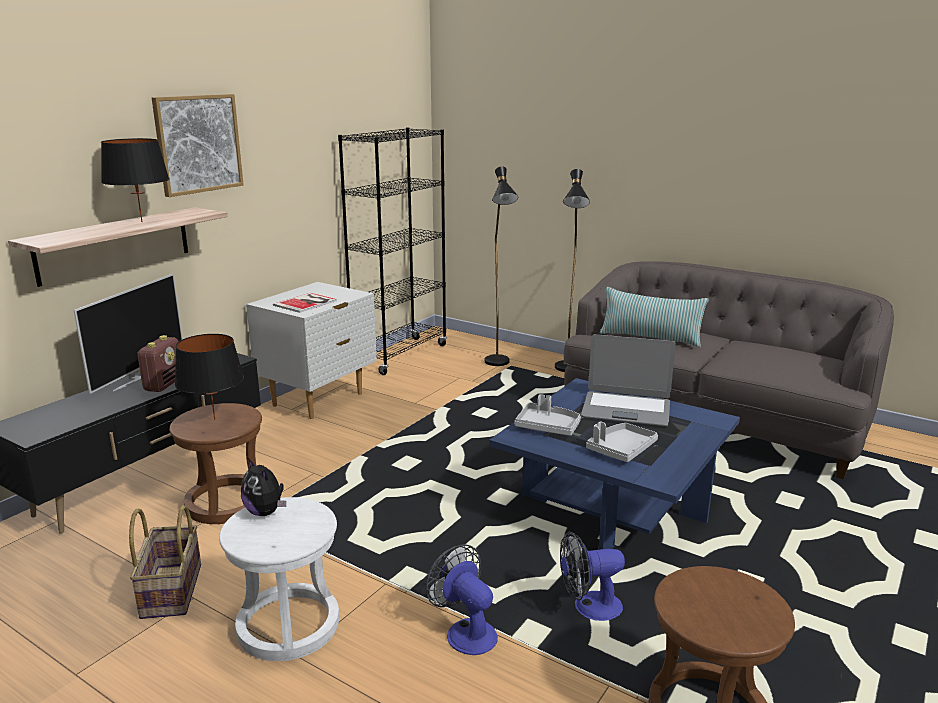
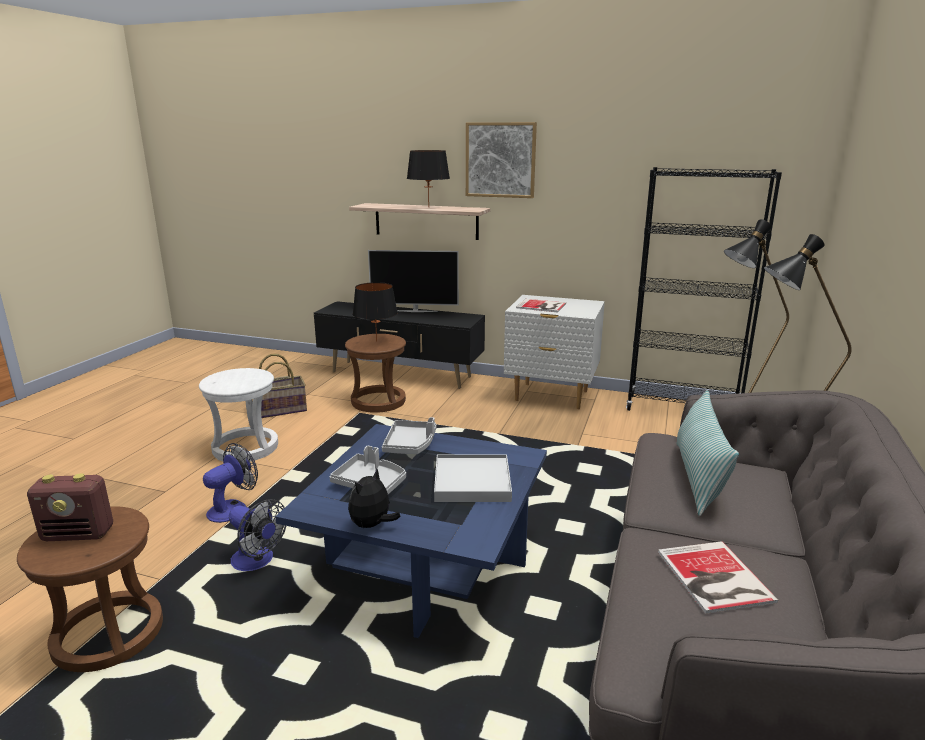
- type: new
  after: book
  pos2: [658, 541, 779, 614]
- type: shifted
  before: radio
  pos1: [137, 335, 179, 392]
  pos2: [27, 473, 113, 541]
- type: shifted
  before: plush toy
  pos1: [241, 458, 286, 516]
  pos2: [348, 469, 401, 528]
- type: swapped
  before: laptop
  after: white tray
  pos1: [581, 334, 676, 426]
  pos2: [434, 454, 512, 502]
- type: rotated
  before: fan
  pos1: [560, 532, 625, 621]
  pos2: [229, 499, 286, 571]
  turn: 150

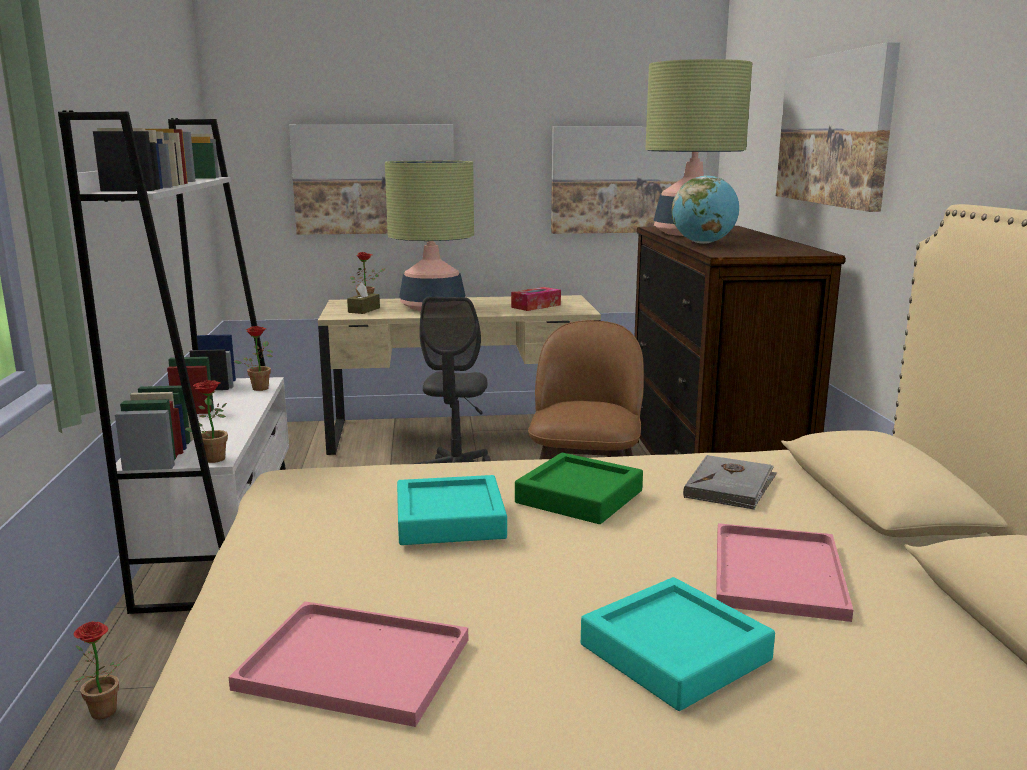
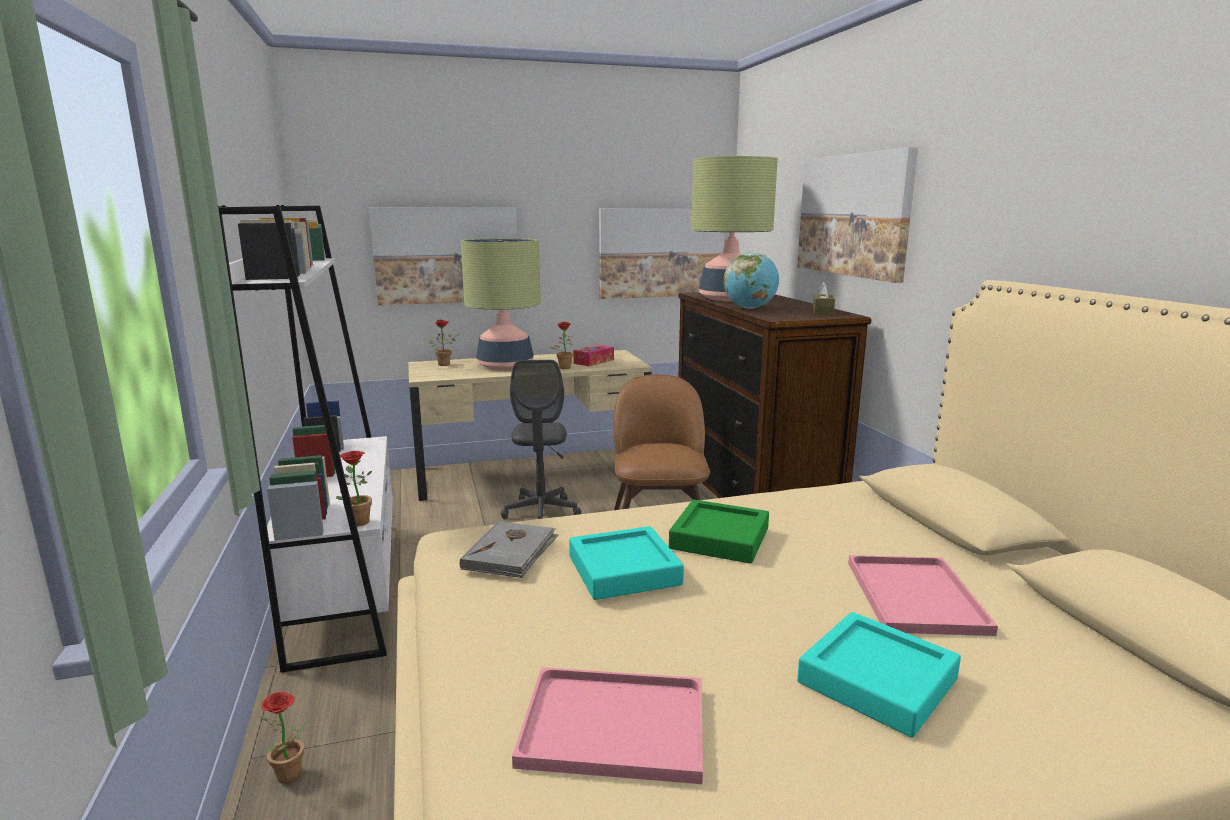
- type: shifted
  before: potted plant
  pos1: [233, 326, 273, 391]
  pos2: [551, 322, 574, 369]
- type: shifted
  before: brown tissue box
  pos1: [347, 282, 380, 314]
  pos2: [813, 282, 835, 315]
- type: shifted
  before: grey book
  pos1: [683, 455, 777, 510]
  pos2: [460, 521, 559, 578]

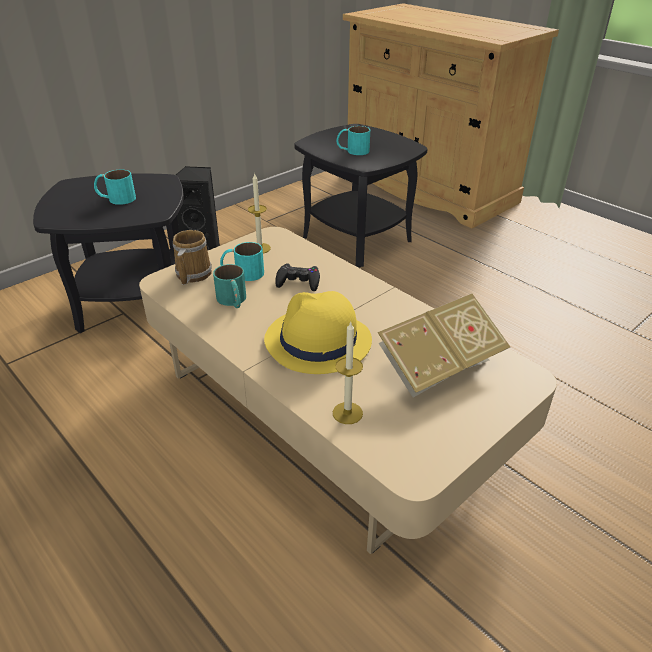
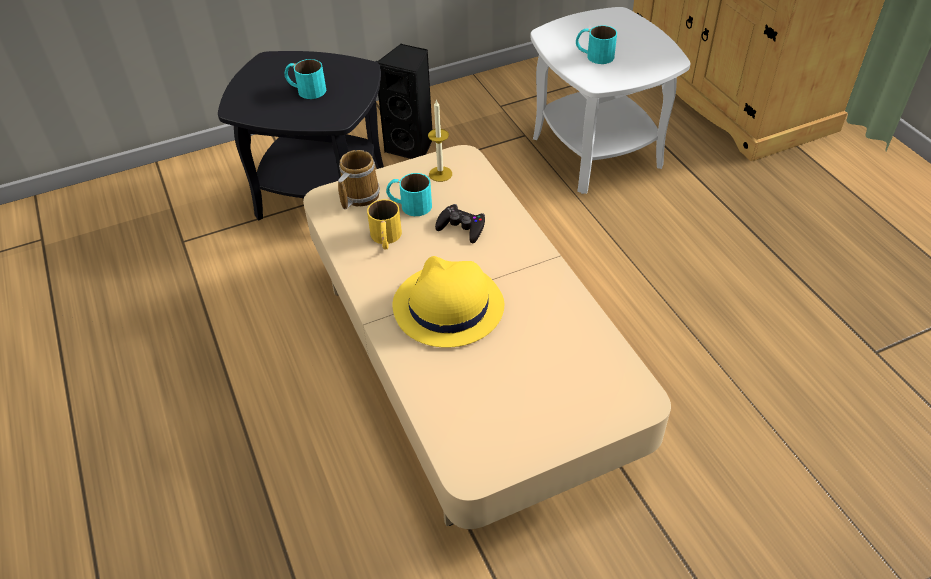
- type: gone
  before: candle
  pos1: [333, 322, 363, 424]
- type: gone
  before: book
  pos1: [378, 294, 510, 398]
- type: repainted
  before: turquoise mug
  after: yellow mug
  pos1: [213, 264, 246, 308]
  pos2: [367, 199, 402, 250]
- type: repainted
  before: black side table
  after: white side table
  pos1: [294, 124, 427, 268]
  pos2: [530, 7, 690, 194]

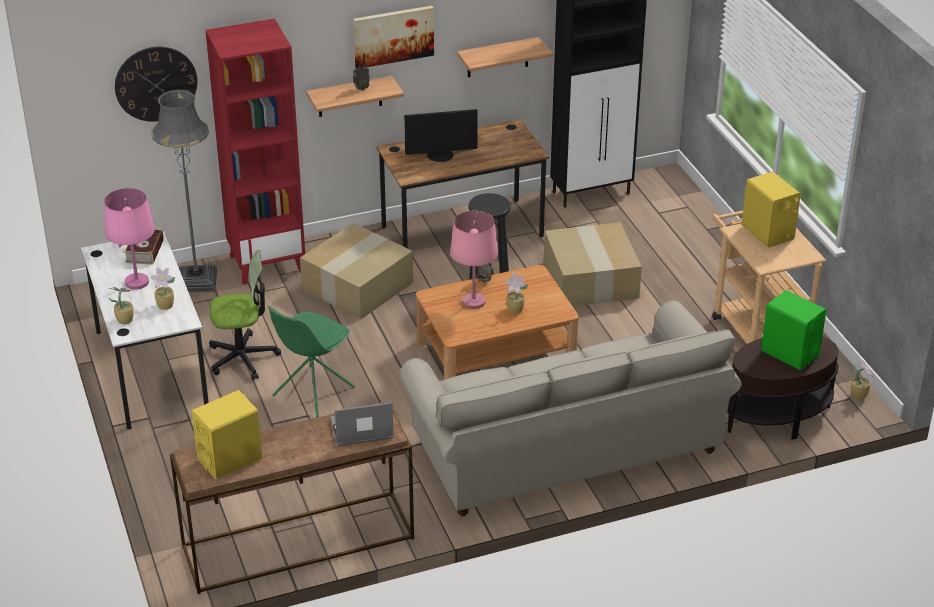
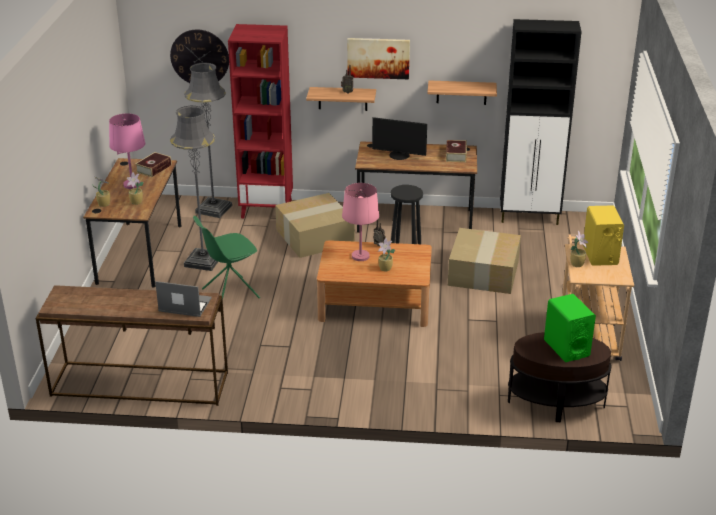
- type: gone
  before: yellow speaker
  pos1: [191, 390, 262, 480]
- type: gone
  before: beige sofa
  pos1: [399, 300, 741, 516]
- type: new
  after: book
  pos2: [446, 140, 467, 162]
- type: shifted
  before: potted plant
  pos1: [851, 358, 873, 400]
  pos2: [570, 231, 588, 267]
- type: swapped
  before: office chair
  after: grey floor lamp
  pos1: [209, 250, 281, 380]
  pos2: [170, 106, 218, 271]
- type: repainted
  before: white desk
  after: brown desk
  pos1: [81, 231, 209, 429]
  pos2: [83, 158, 182, 288]

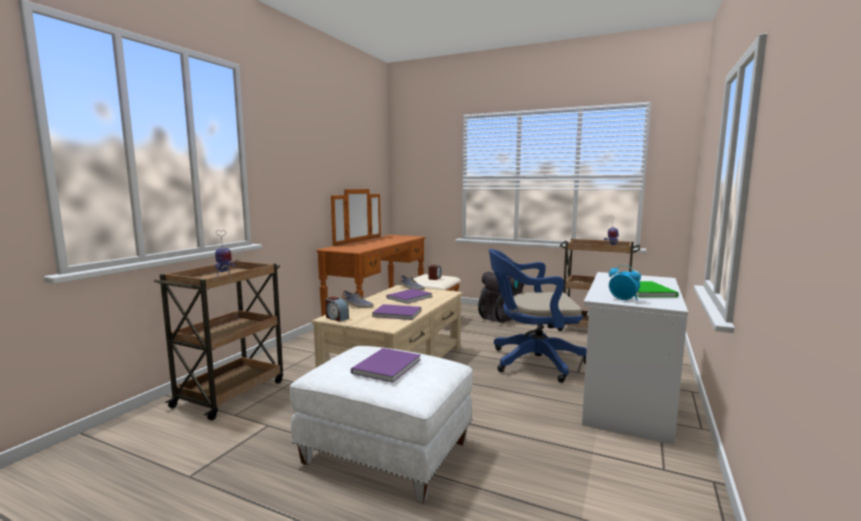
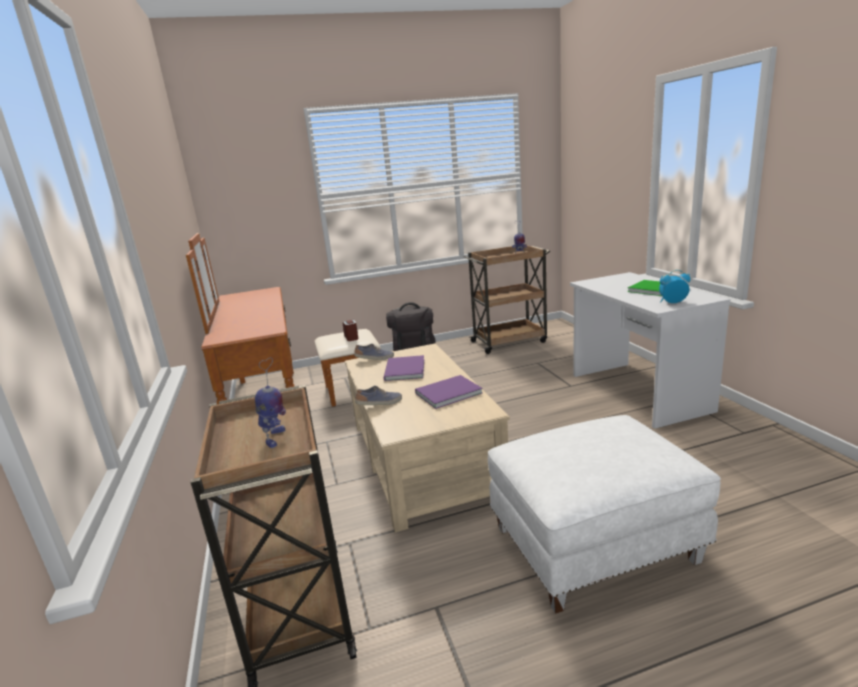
- type: gone
  before: alarm clock
  pos1: [325, 297, 349, 322]
- type: gone
  before: purple book
  pos1: [351, 348, 421, 383]
- type: gone
  before: blue office chair
  pos1: [489, 249, 587, 383]

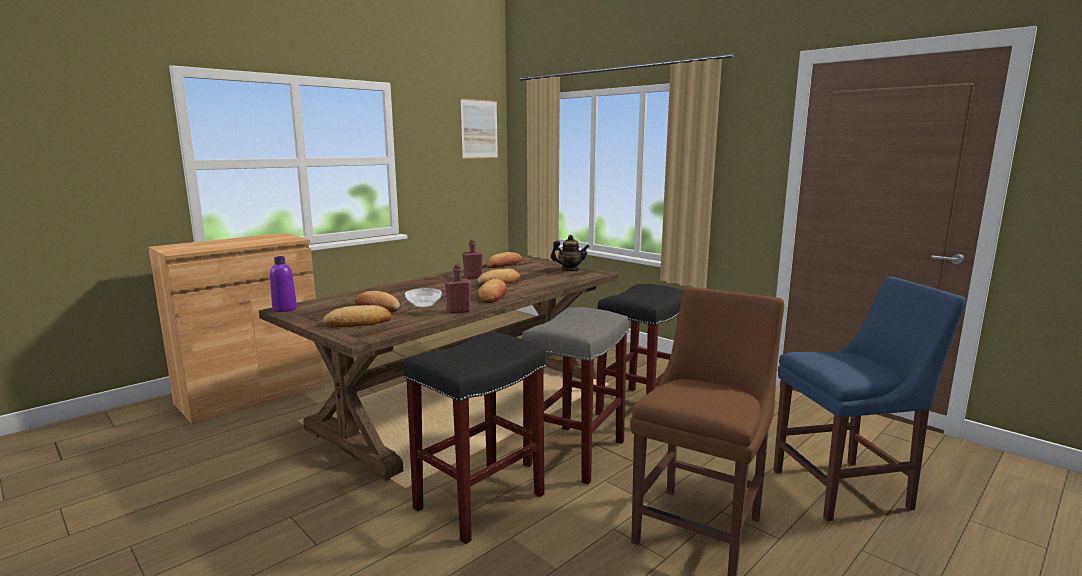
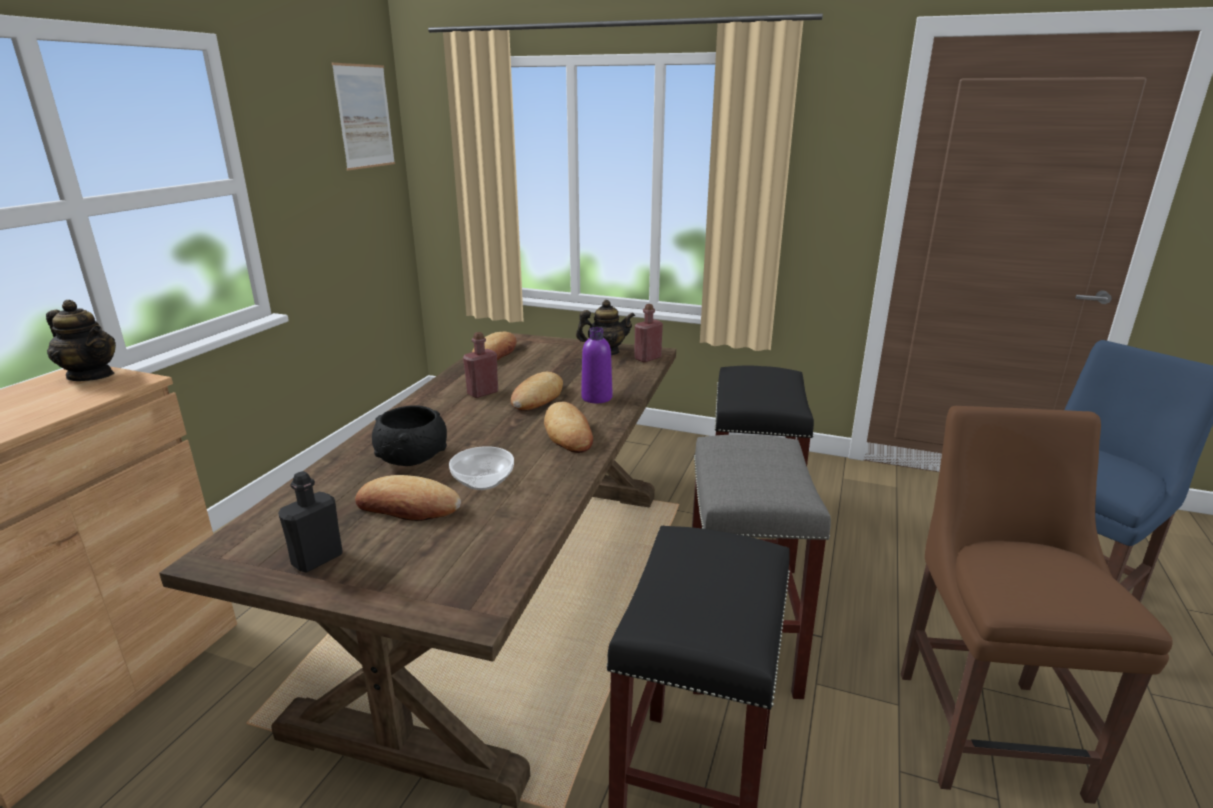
- type: gone
  before: bread
  pos1: [324, 305, 391, 327]
- type: new
  after: teapot
  pos2: [46, 300, 116, 381]
- type: new
  after: black bottle
  pos2: [278, 471, 343, 573]
- type: new
  after: black bowl
  pos2: [372, 405, 447, 466]
- type: shifted
  before: purple bottle
  pos1: [270, 256, 297, 312]
  pos2: [581, 327, 612, 403]
- type: shifted
  before: red bottle
  pos1: [445, 264, 471, 314]
  pos2: [634, 304, 663, 362]

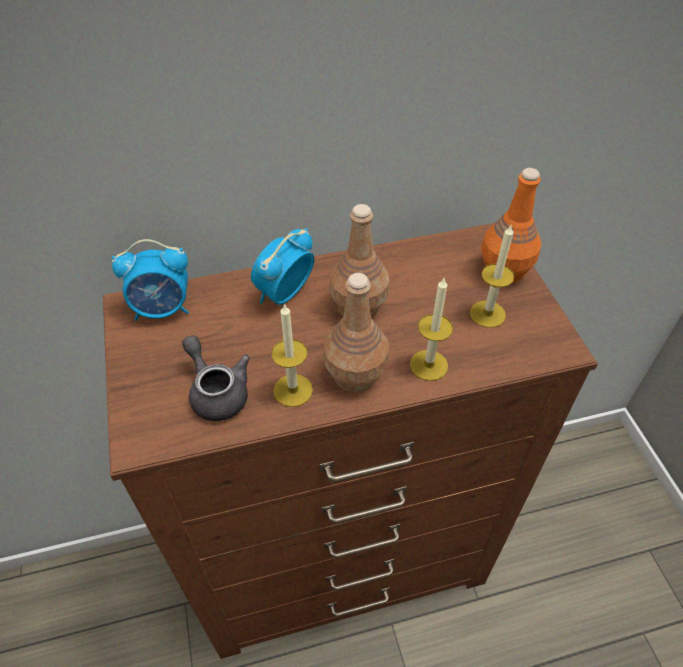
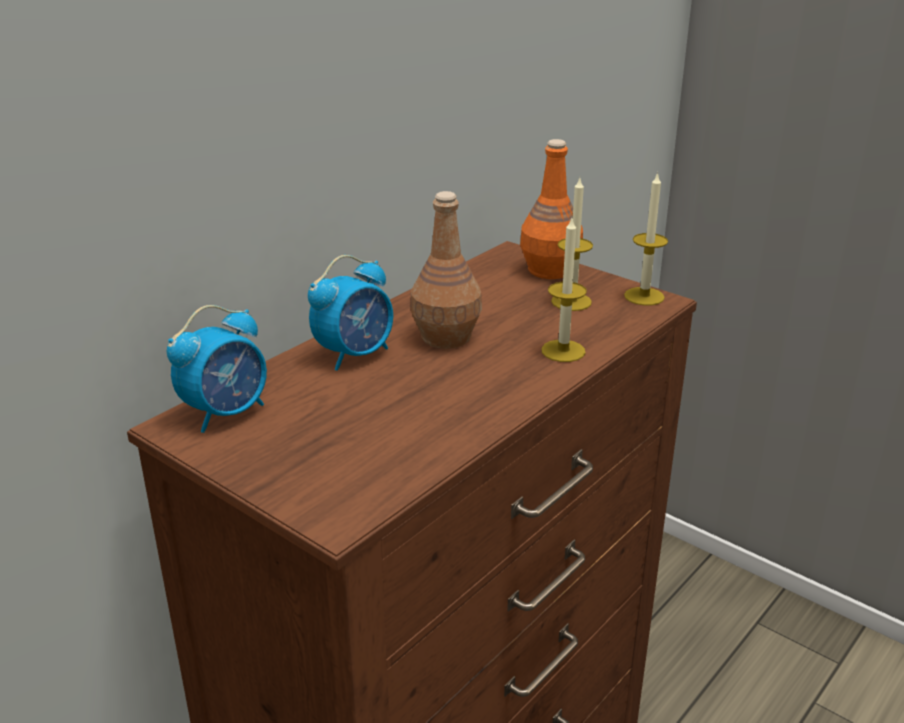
- type: gone
  before: grey teapot
  pos1: [182, 335, 250, 421]
- type: gone
  before: brown bottle
  pos1: [323, 273, 389, 392]
- type: shifted
  before: candle
  pos1: [271, 303, 313, 407]
  pos2: [624, 172, 668, 306]
- type: rotated
  before: alarm clock
  pos1: [251, 228, 314, 305]
  pos2: [308, 255, 393, 371]
  turn: -135

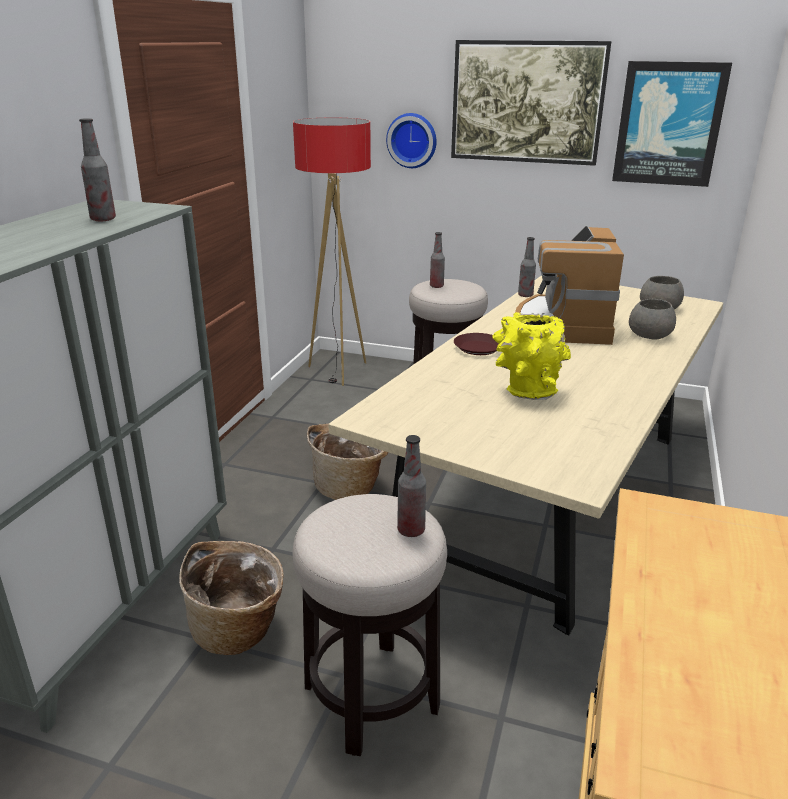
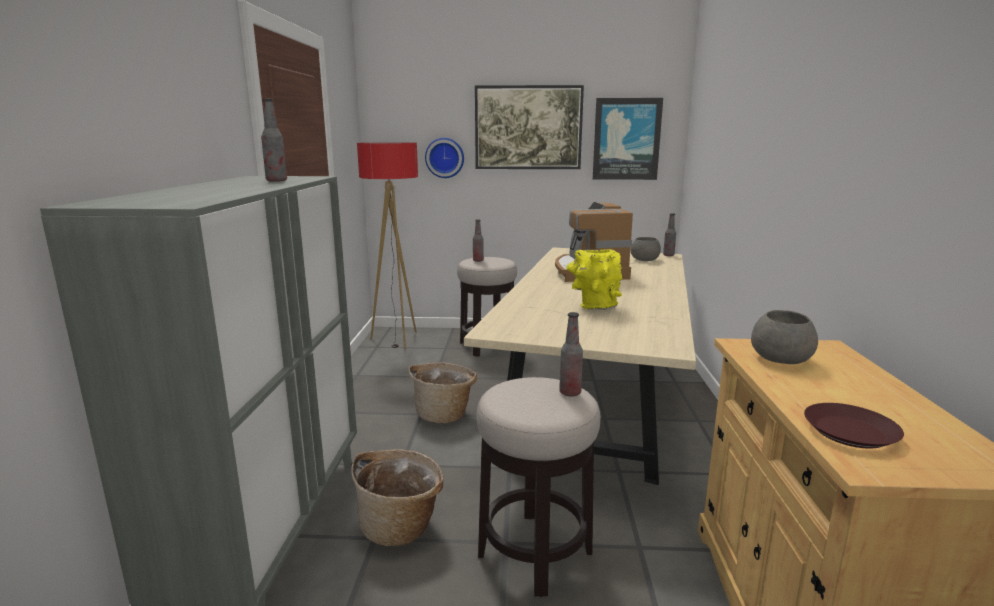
- type: shifted
  before: brown plate
  pos1: [454, 333, 499, 355]
  pos2: [804, 403, 904, 449]
- type: shifted
  before: bottle
  pos1: [518, 237, 536, 297]
  pos2: [663, 213, 676, 256]
- type: shifted
  before: grey bowl
  pos1: [629, 299, 676, 340]
  pos2: [751, 310, 818, 364]

